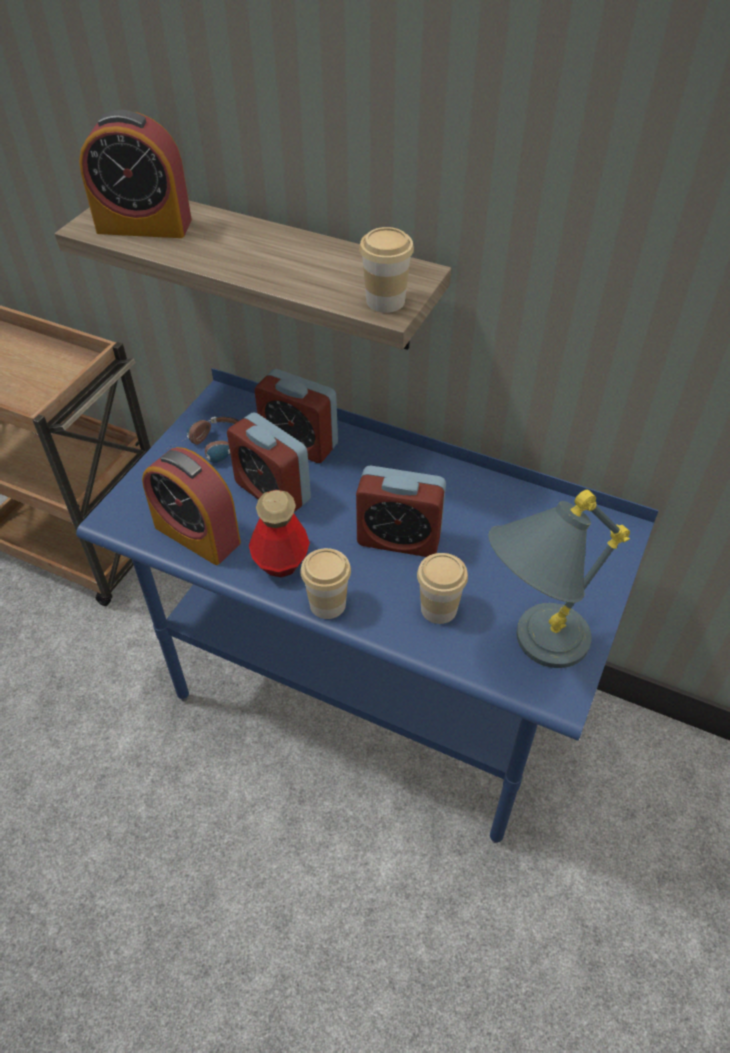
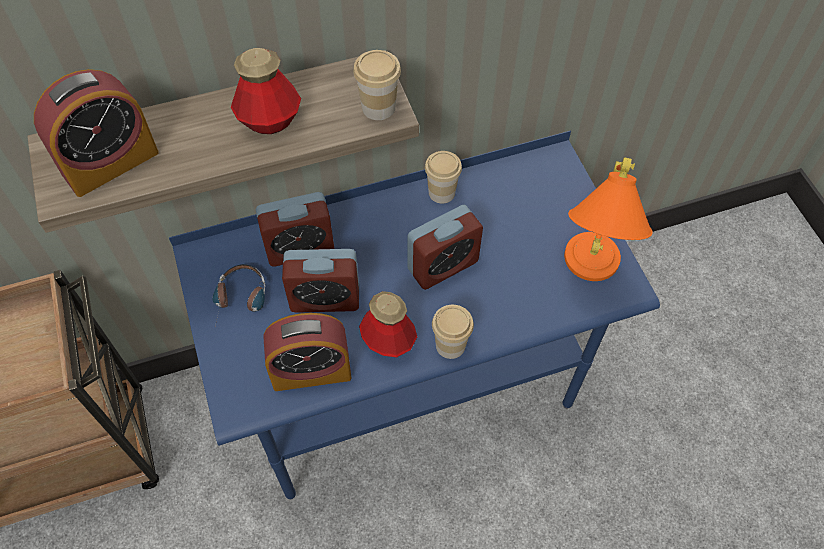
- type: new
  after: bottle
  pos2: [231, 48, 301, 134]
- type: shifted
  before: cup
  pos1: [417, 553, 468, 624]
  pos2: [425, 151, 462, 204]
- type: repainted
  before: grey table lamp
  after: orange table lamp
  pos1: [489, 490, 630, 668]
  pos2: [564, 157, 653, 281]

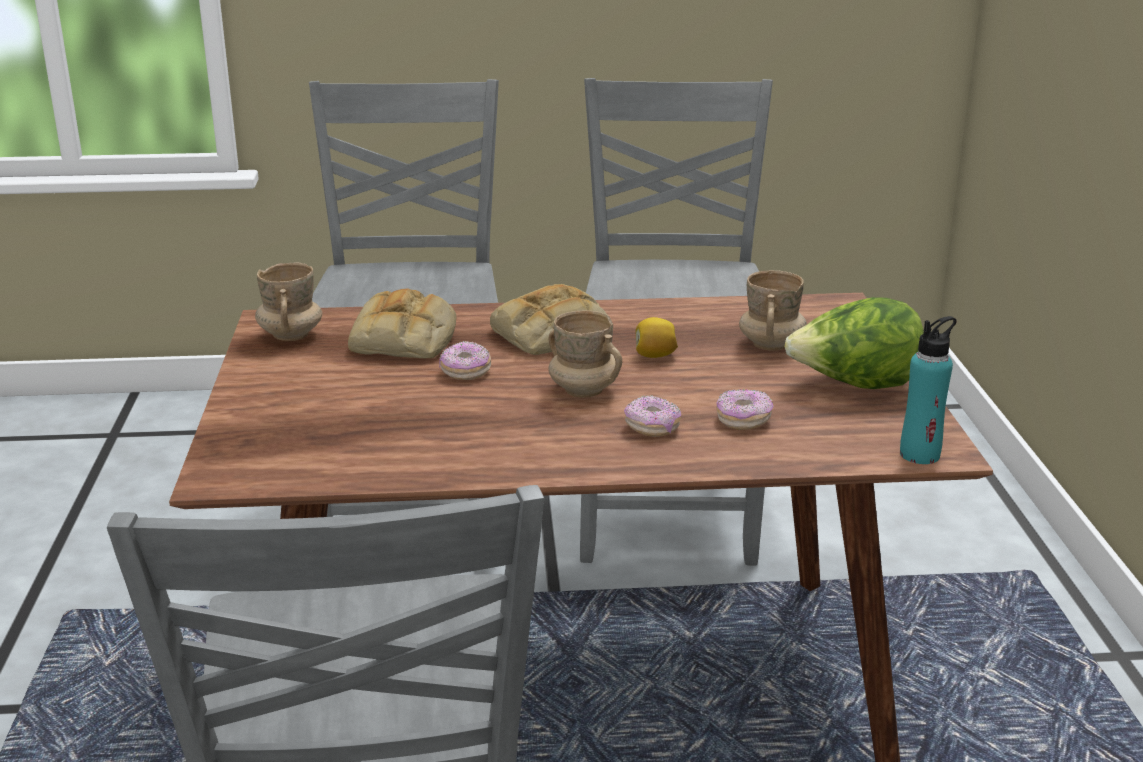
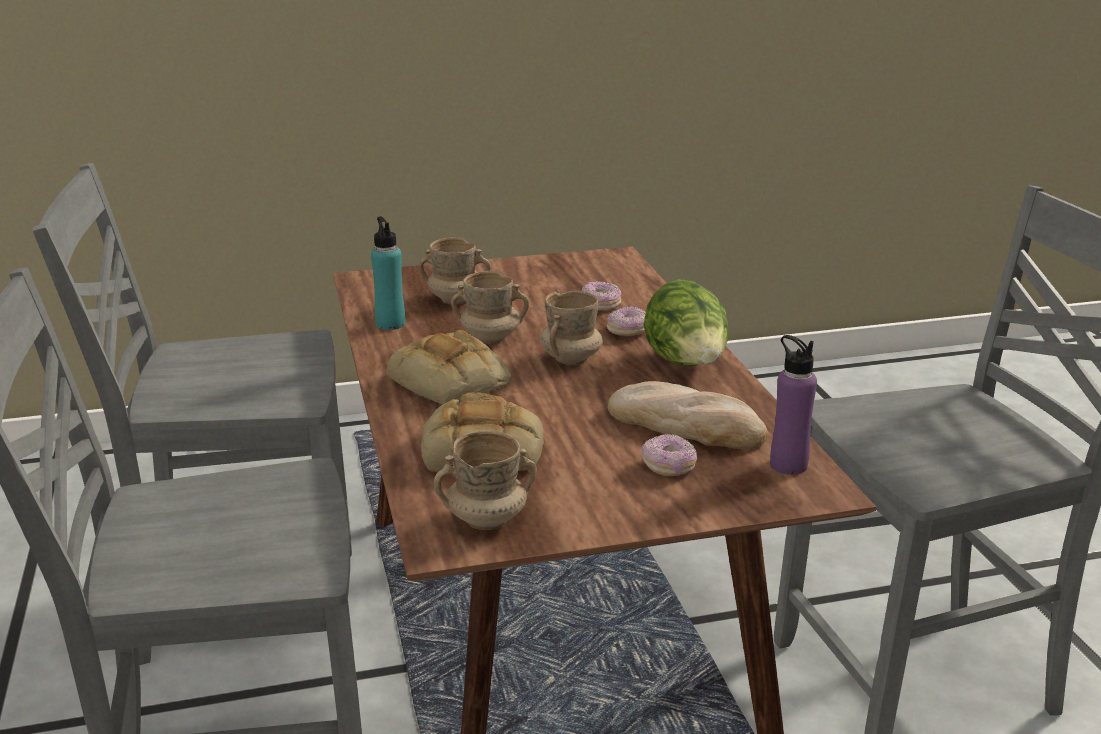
- type: new
  after: bread
  pos2: [608, 381, 768, 449]
- type: new
  after: purple bottle
  pos2: [770, 335, 817, 475]
- type: shifted
  before: donut
  pos1: [439, 341, 491, 380]
  pos2: [642, 434, 697, 476]
- type: shifted
  before: lettuce
  pos1: [784, 297, 924, 389]
  pos2: [644, 279, 729, 366]
- type: shifted
  before: turquoise bottle
  pos1: [900, 316, 956, 464]
  pos2: [371, 216, 405, 330]
- type: swapped
  before: lemon
  after: beige mug
  pos1: [636, 317, 678, 358]
  pos2: [451, 271, 529, 343]

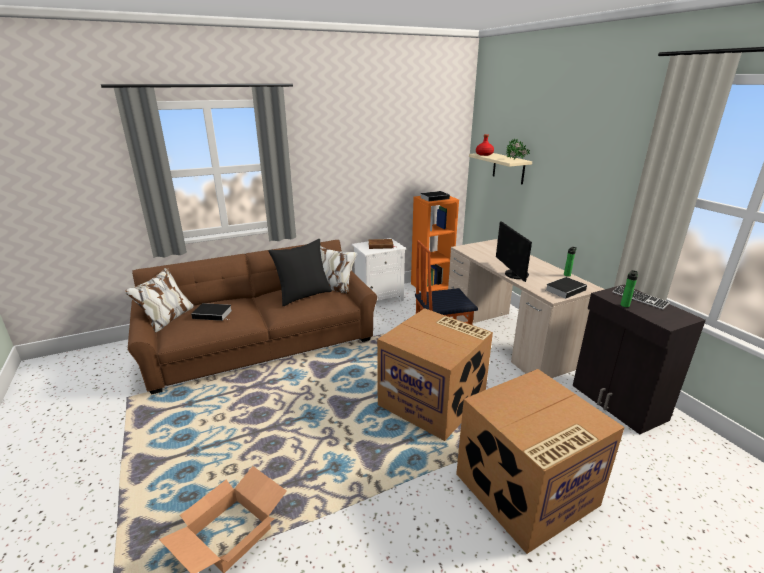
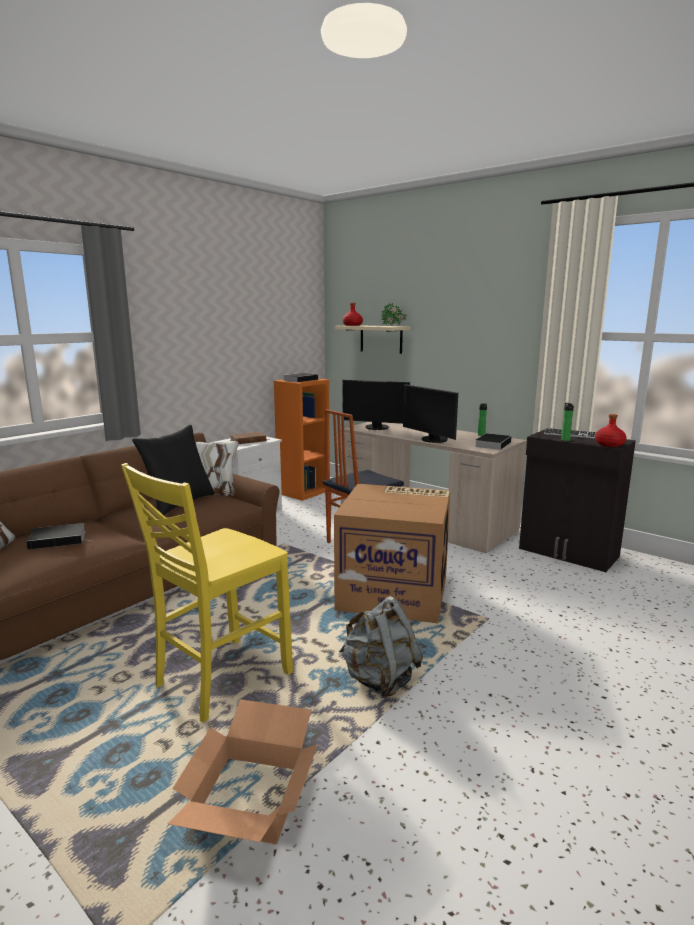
- type: gone
  before: cardboard box
  pos1: [456, 369, 625, 554]
- type: new
  after: yellow chair
  pos2: [121, 463, 293, 722]
- type: new
  after: grey backpack
  pos2: [339, 596, 423, 698]
- type: new
  after: monitor
  pos2: [342, 380, 410, 430]
- type: new
  after: red bottle
  pos2: [595, 414, 627, 447]

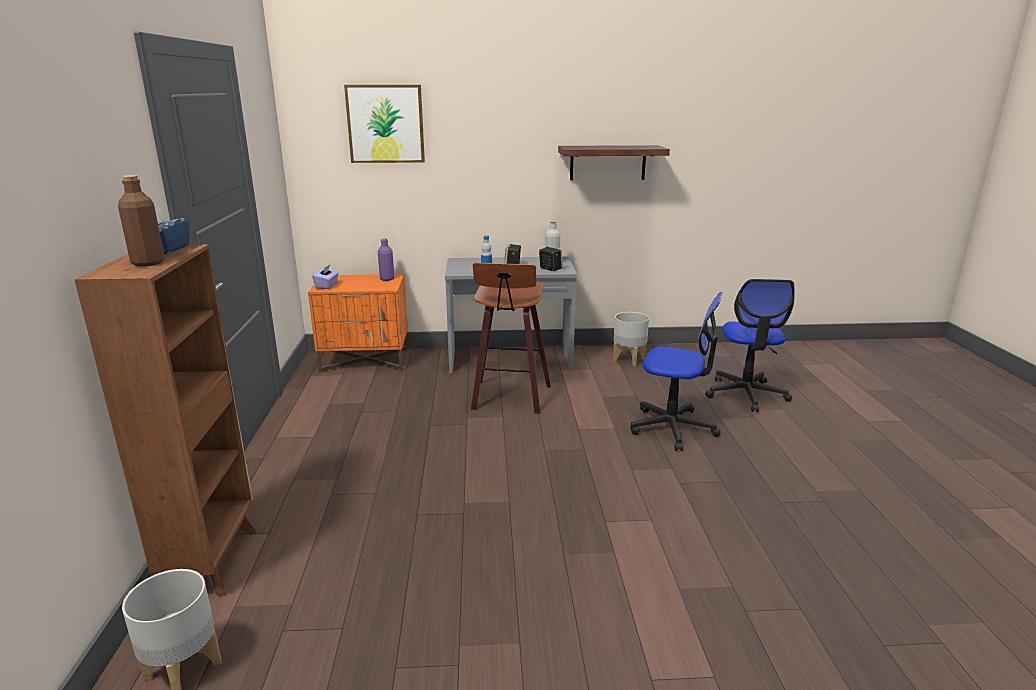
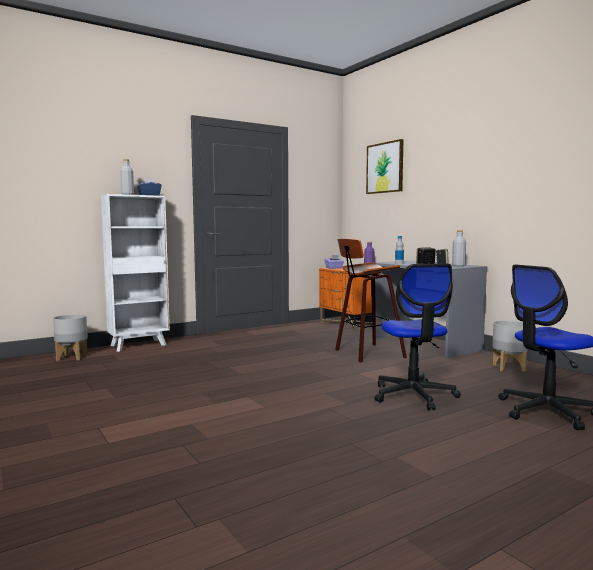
- type: gone
  before: shelf
  pos1: [558, 145, 670, 180]
- type: repainted
  before: brown bookcase
  after: white bookcase
  pos1: [74, 244, 257, 598]
  pos2: [101, 194, 170, 352]
- type: repainted
  before: brown bottle
  after: grey bottle
  pos1: [118, 175, 165, 266]
  pos2: [120, 159, 134, 195]

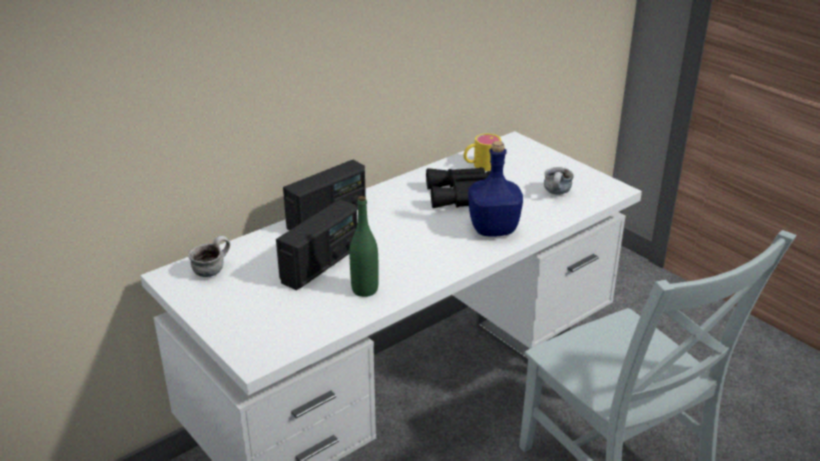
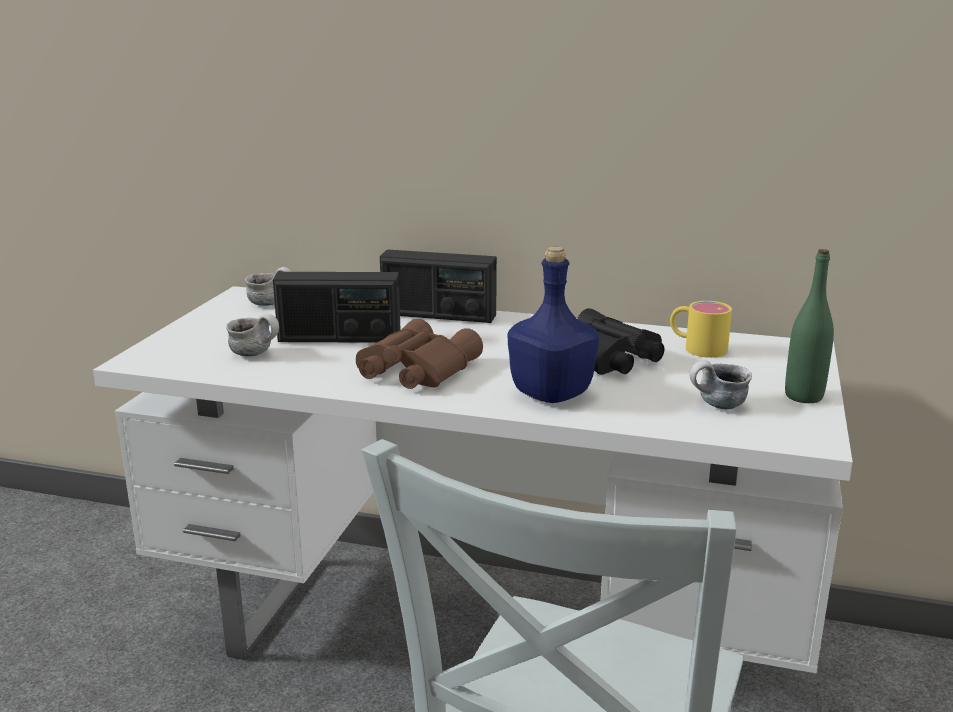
- type: new
  after: mug
  pos2: [226, 314, 279, 357]
- type: new
  after: brown binoculars
  pos2: [356, 319, 483, 389]
- type: shifted
  before: green bottle
  pos1: [349, 196, 379, 297]
  pos2: [785, 249, 834, 403]

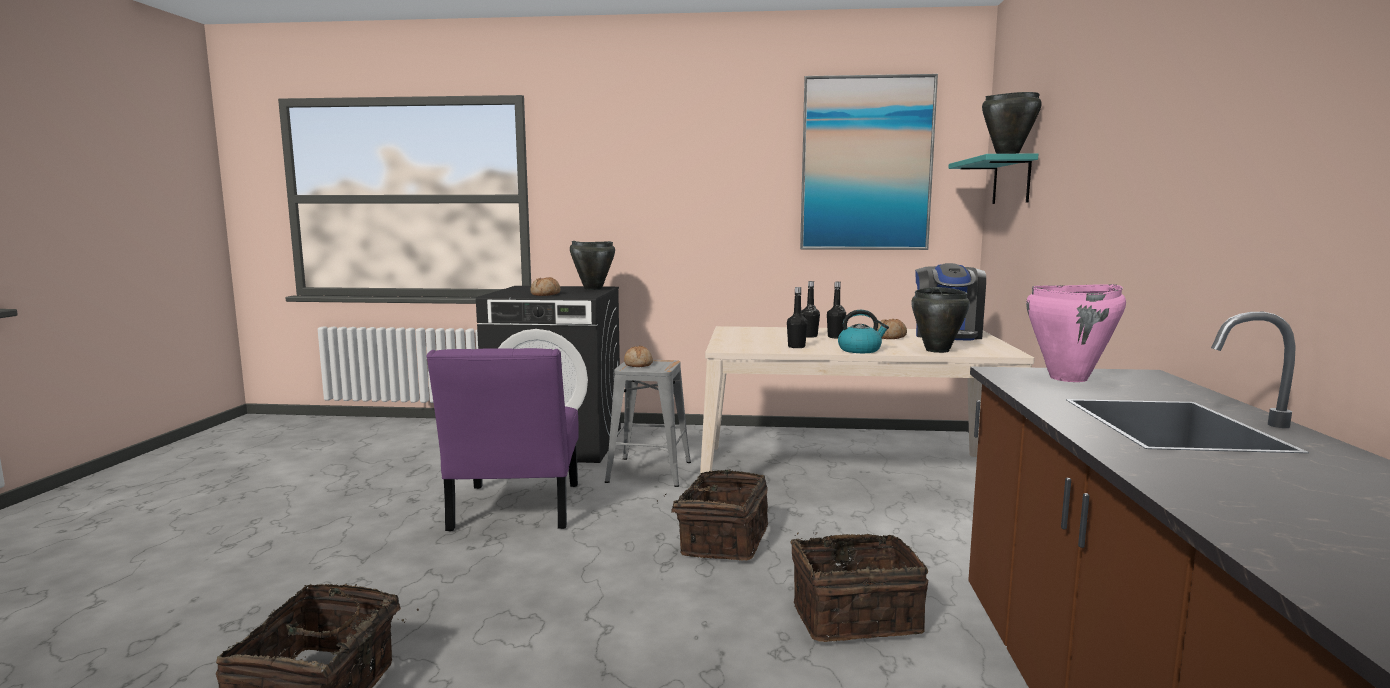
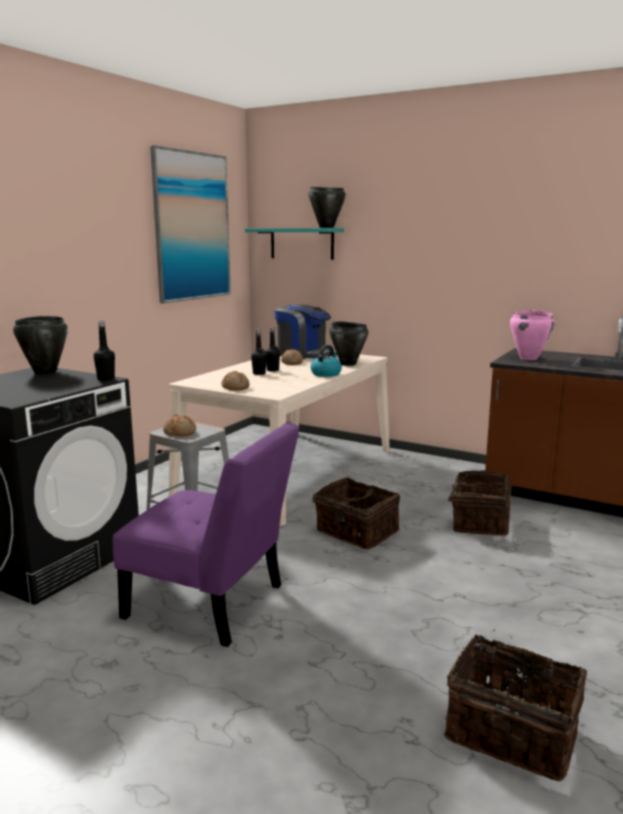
- type: shifted
  before: bread
  pos1: [531, 277, 561, 296]
  pos2: [221, 371, 250, 391]
- type: shifted
  before: black bottle
  pos1: [787, 287, 808, 348]
  pos2: [94, 321, 115, 381]

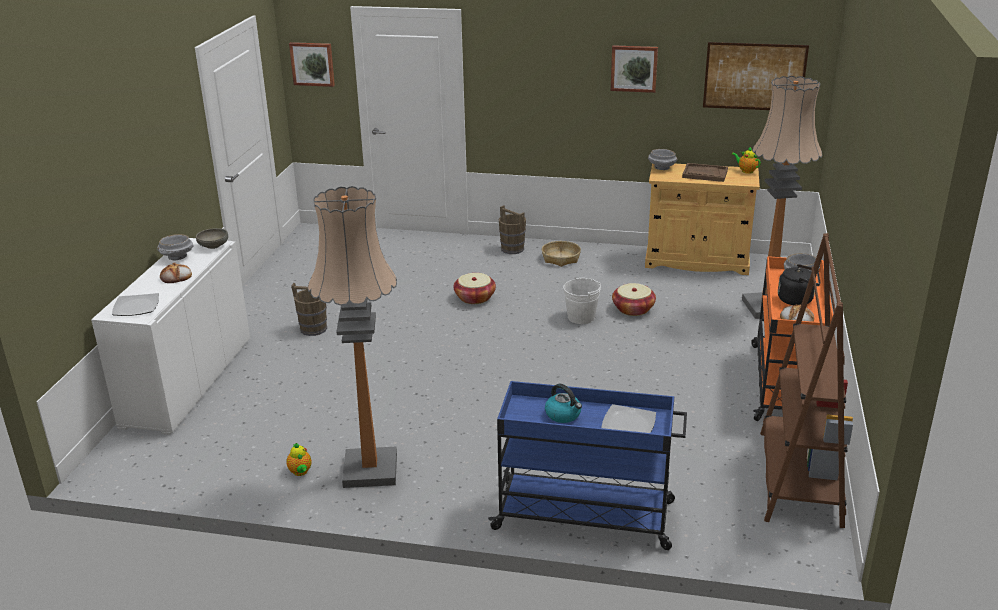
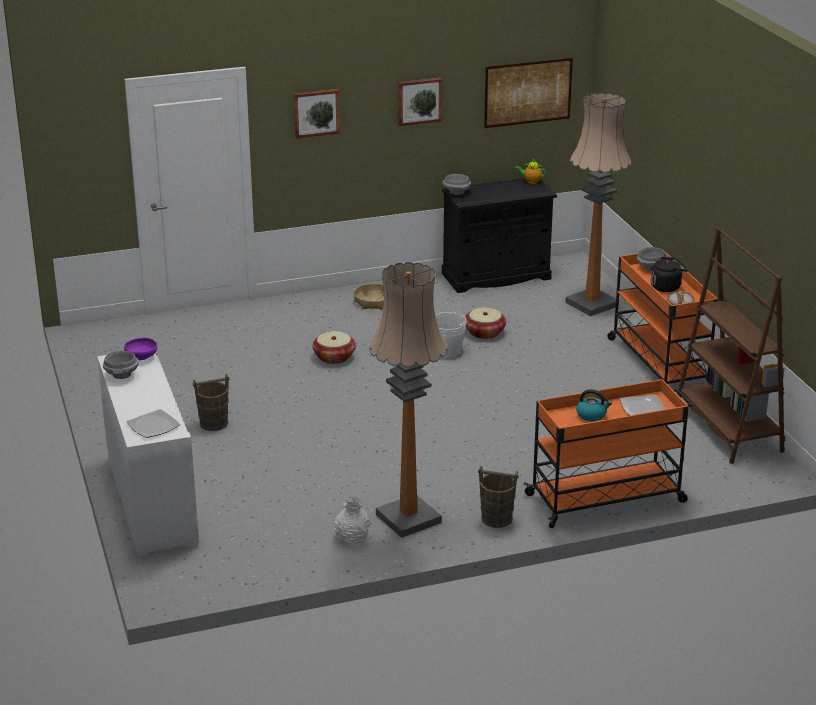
- type: gone
  before: bread
  pos1: [160, 263, 192, 283]
- type: gone
  before: brown tray
  pos1: [682, 163, 728, 182]
- type: shifted
  before: picture
  pos1: [289, 42, 335, 87]
  pos2: [293, 89, 340, 138]
- type: shifted
  before: brown bucket
  pos1: [499, 205, 526, 254]
  pos2: [478, 466, 519, 528]
- type: swapped
  before: teapot
  after: white vase
  pos1: [286, 443, 312, 476]
  pos2: [334, 497, 371, 544]
- type: repainted
  before: grey bowl
  after: purple bowl
  pos1: [196, 228, 228, 249]
  pos2: [124, 338, 157, 360]
- type: repainted
  before: blue cart
  after: orange cart
  pos1: [488, 381, 687, 550]
  pos2: [523, 379, 693, 528]
- type: repainted
  before: beige cabinet
  after: black cabinet
  pos1: [645, 163, 760, 275]
  pos2: [442, 178, 557, 293]

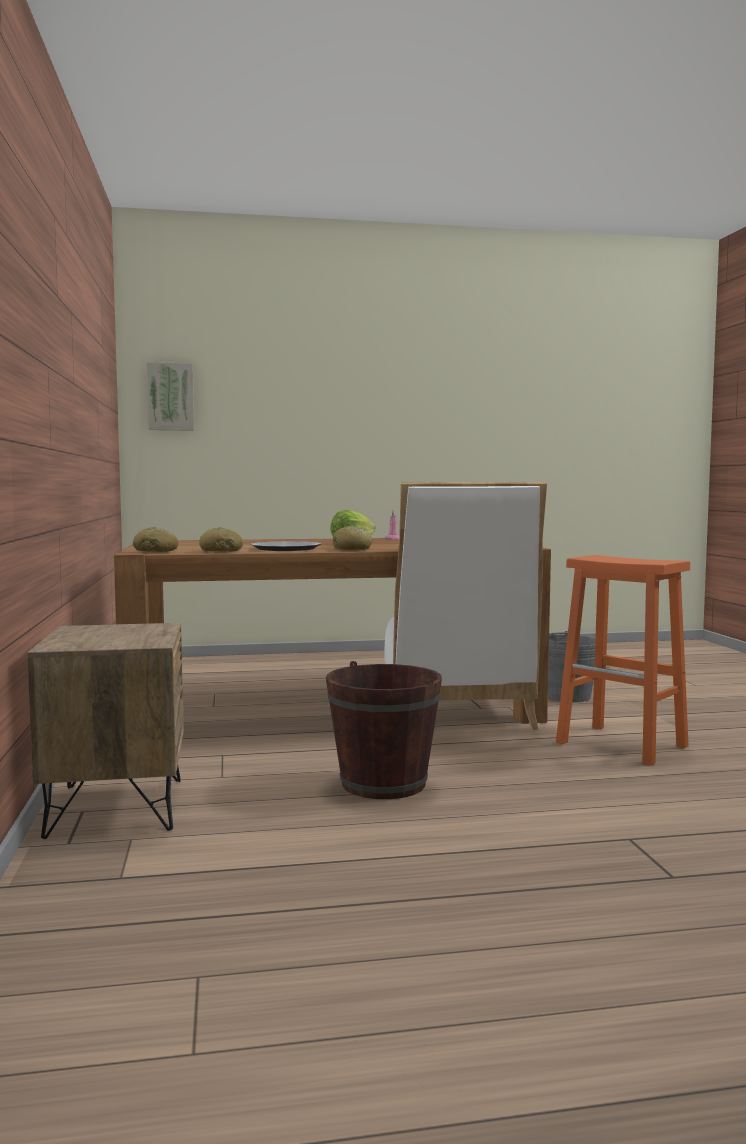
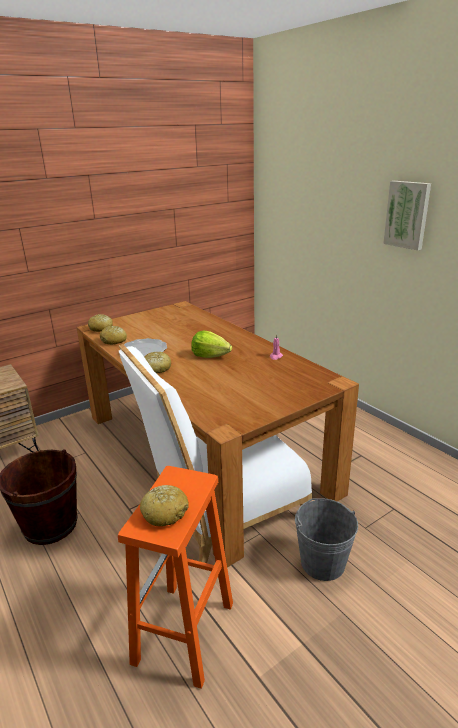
- type: new
  after: bread
  pos2: [140, 485, 189, 526]
- type: shifted
  before: picture
  pos1: [147, 362, 194, 431]
  pos2: [383, 181, 431, 250]

